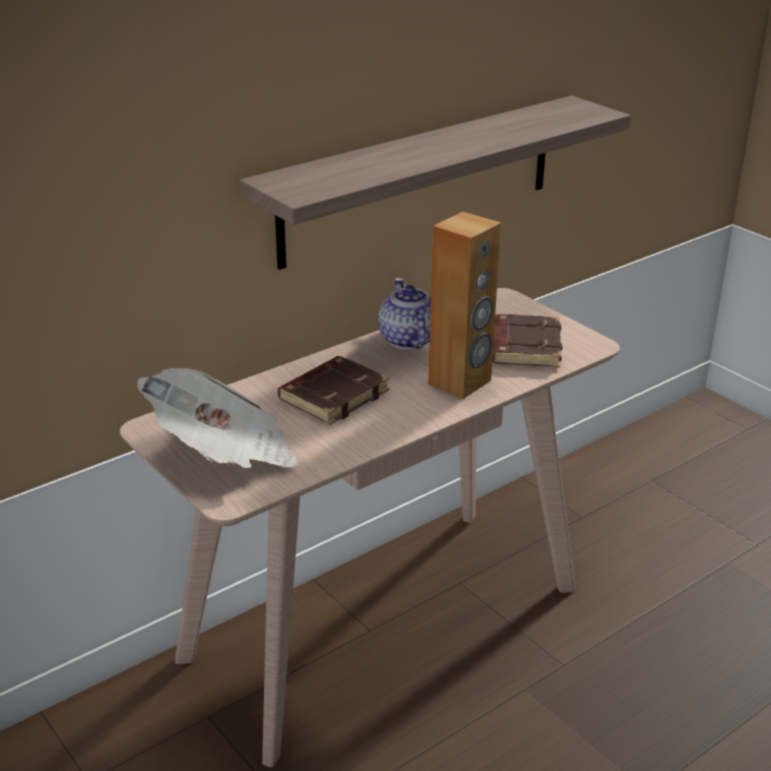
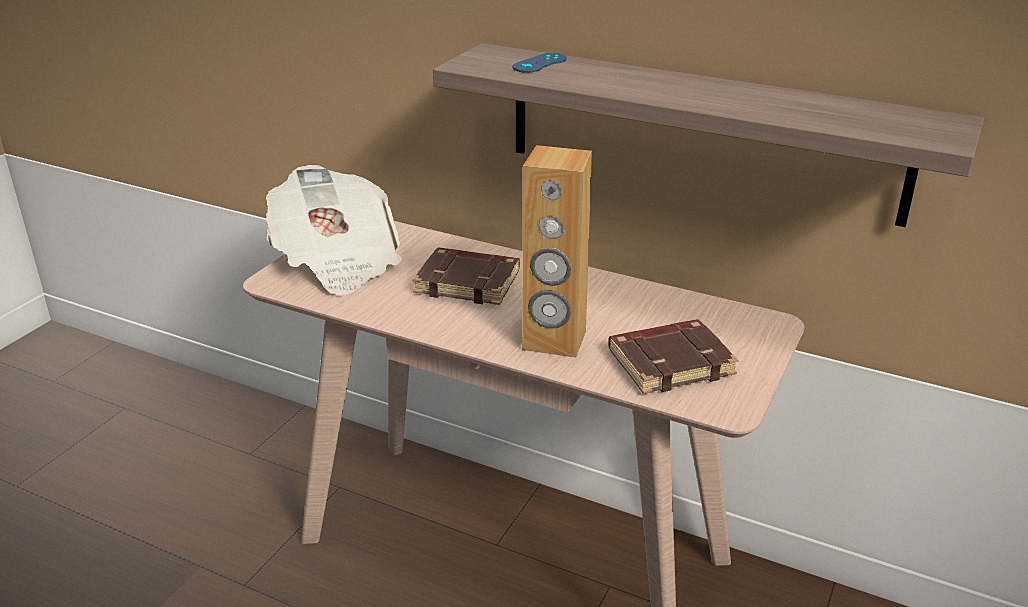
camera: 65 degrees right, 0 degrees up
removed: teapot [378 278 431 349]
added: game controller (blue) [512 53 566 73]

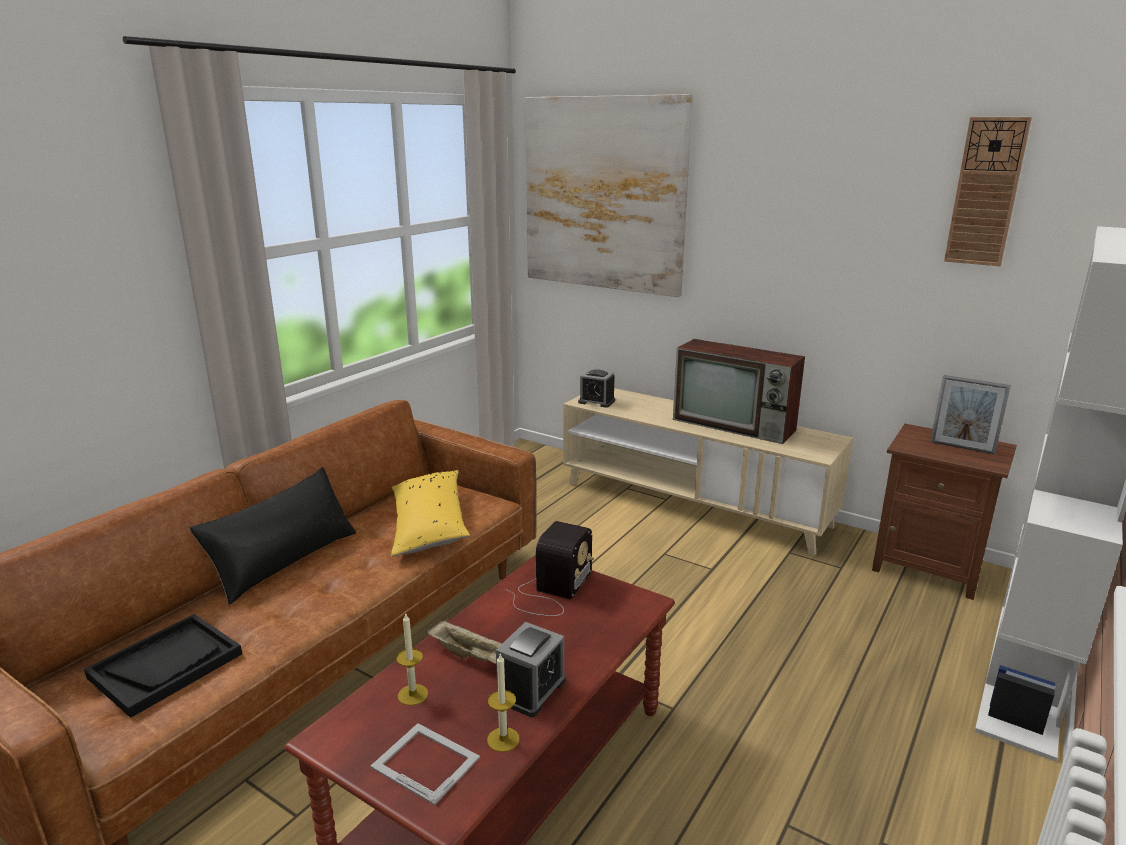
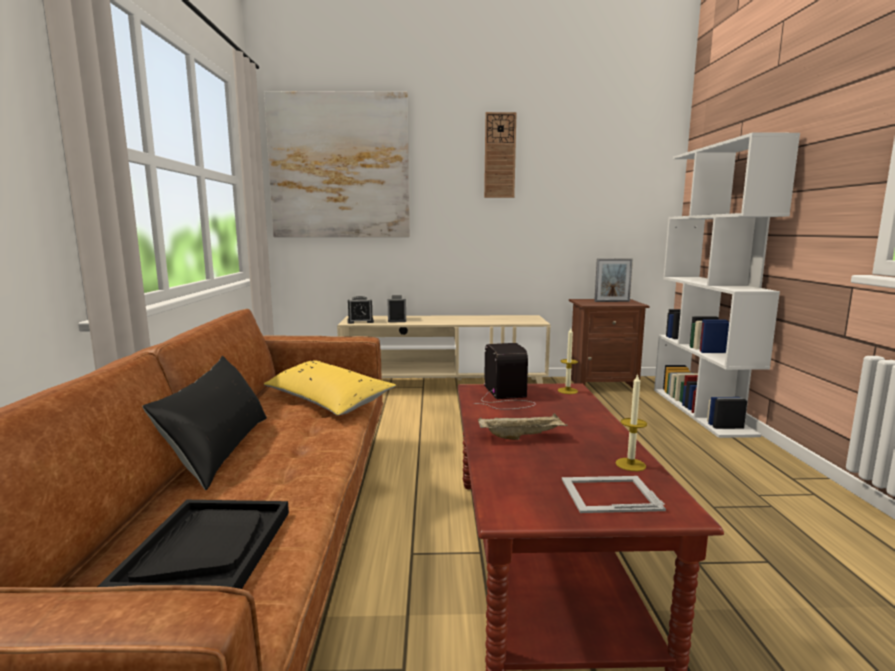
camera: 35 degrees left, 10 degrees down
removed: television [673 339 805 444]
moved: wall clock [944 117 1032 266] to [484 112 517 198]; candle [396 614 428 706] to [558 328 578 394]; alarm clock [496 622 566 717] to [387 295 406 322]

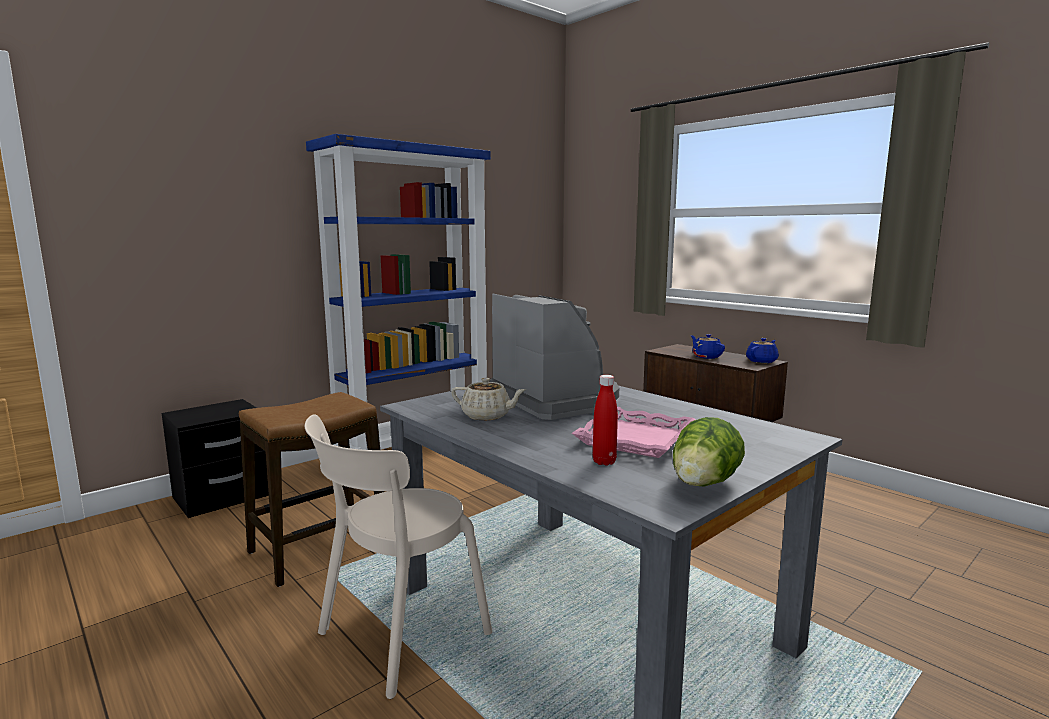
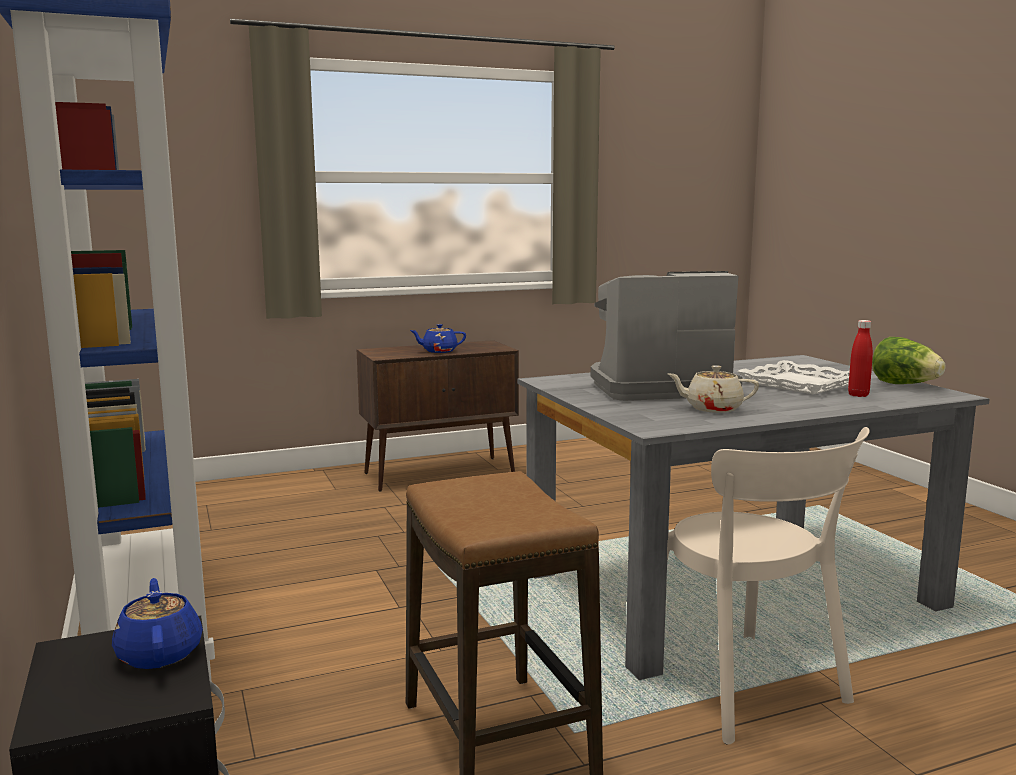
camera: 70 degrees left, 0 degrees up
moved: teapot (blue) [746 338 779 363] to [112 578 203 669]
recoloured: tray (pink) [572 407 696 458] to tray (white) [737 360 850 395]
turned: teapot (beige) [451 378 526 420] = [668 365 759 413] 120 degrees counterclockwise

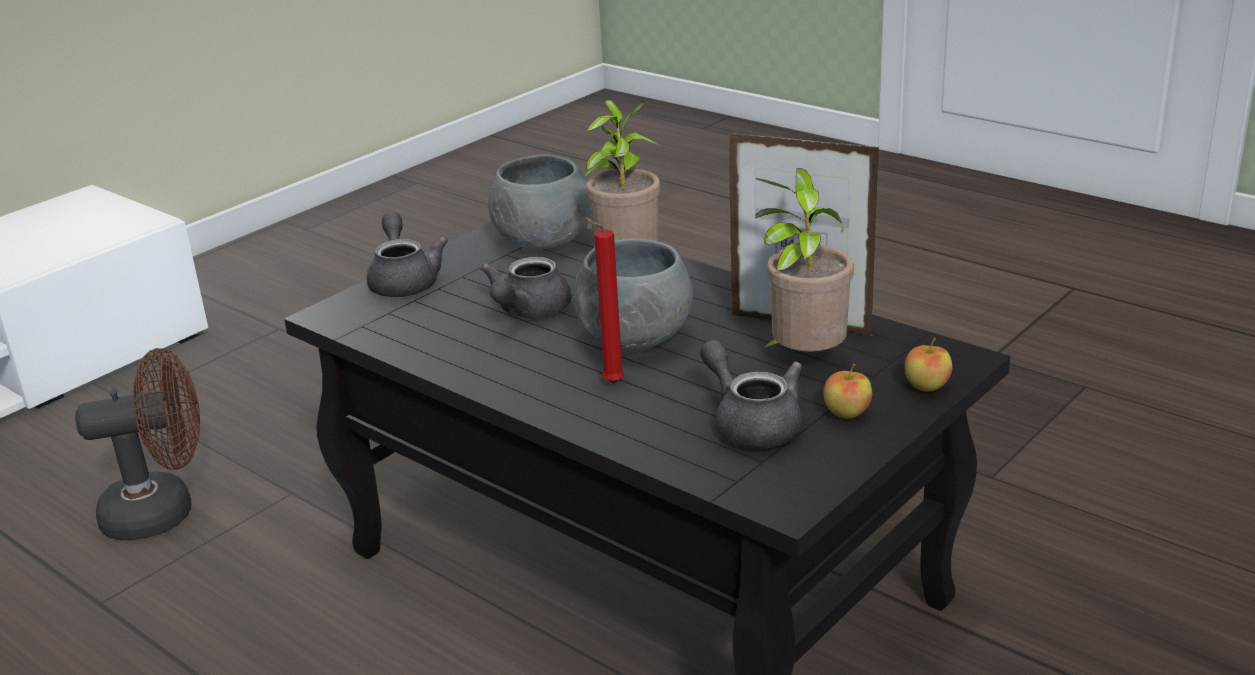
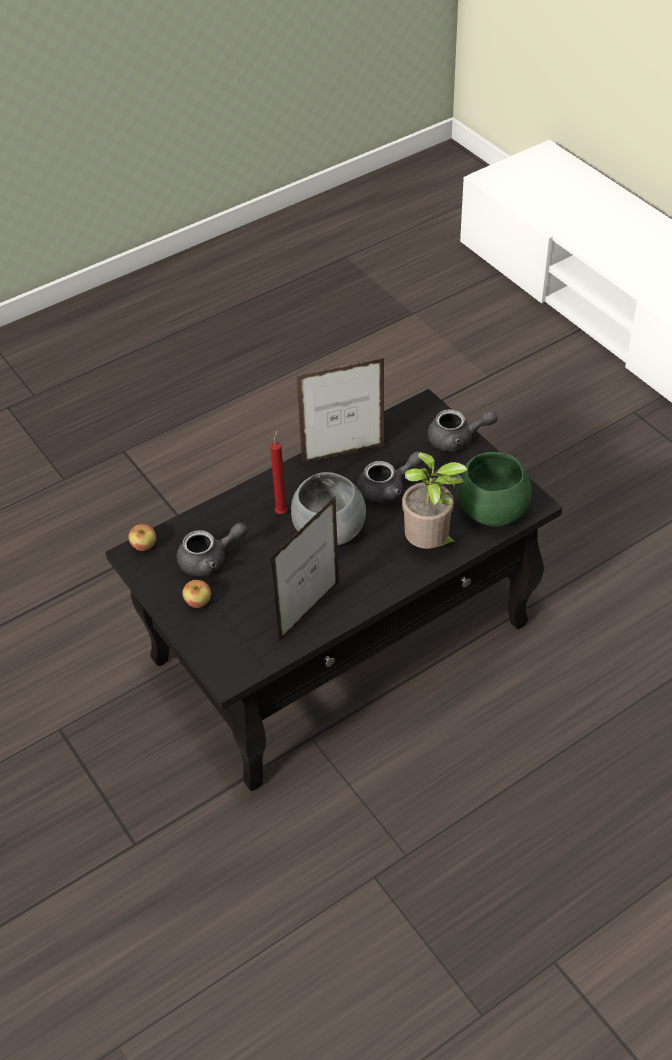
camera: 105 degrees right, 20 degrees up
removed: potted plant [755 168 854 352]; fan (brown) [75 348 200 541]
added: picture frame [296 357 385 463]
moved: apple [904 338 952 391] to [129 524 156 551]
recoloured: bowl (grey) [488 154 591 249] to bowl (green) [457 452 532 527]
turned: teapot (grey) [480 257 571 318] = [357 451 423 504] 120 degrees clockwise

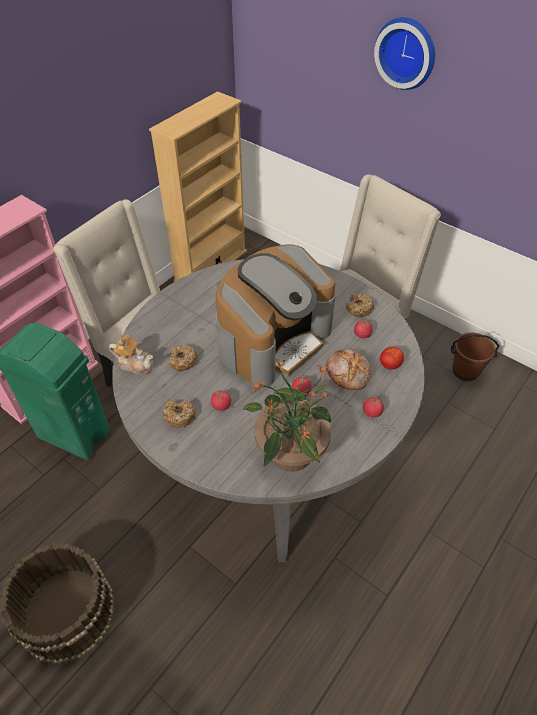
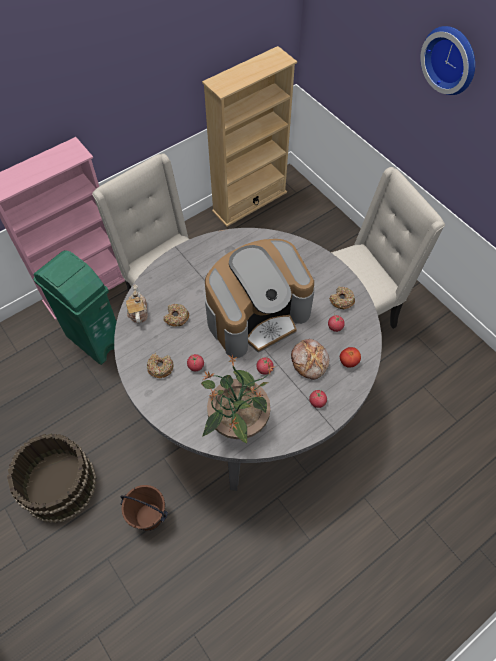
camera: 15 degrees right, 10 degrees up
moved: bucket (brown) [451 332 499 381] to [120 485 168 531]
turned: teapot [109 335 153 375] = [126 284 148 324] 135 degrees counterclockwise

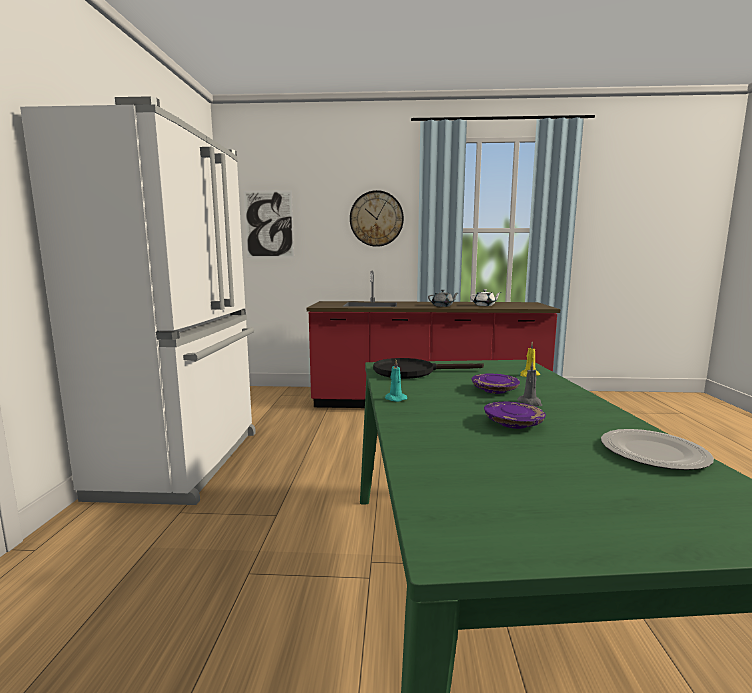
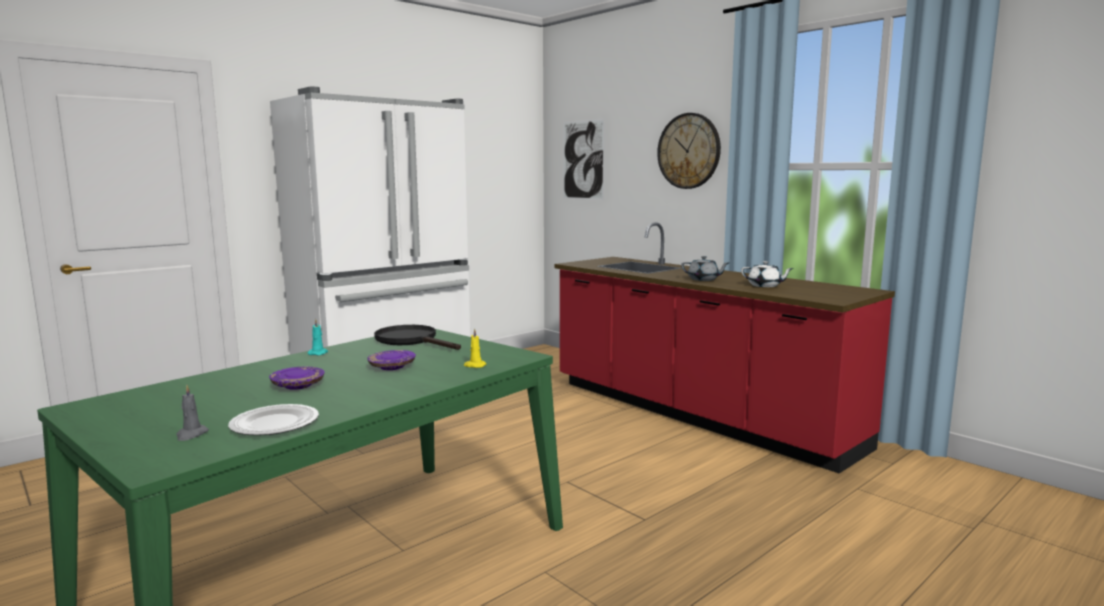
camera: 45 degrees right, 0 degrees up
moved: candle (grey) [517 361 542 406] to [176 385 209 441]

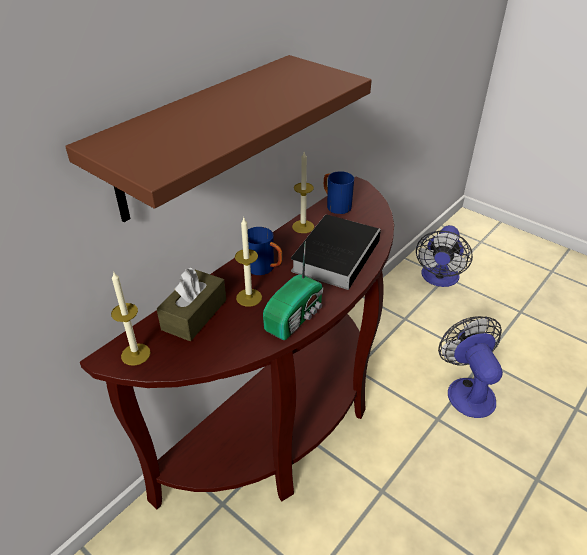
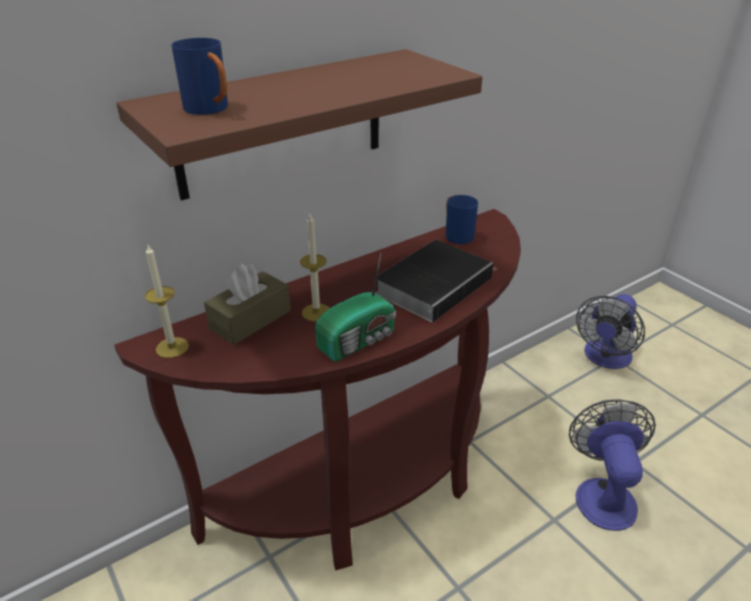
camera: 15 degrees right, 5 degrees down
removed: candle [292 152 314 233]
moved: mug (blue) [248 227 283 275] to [171 38 228 115]

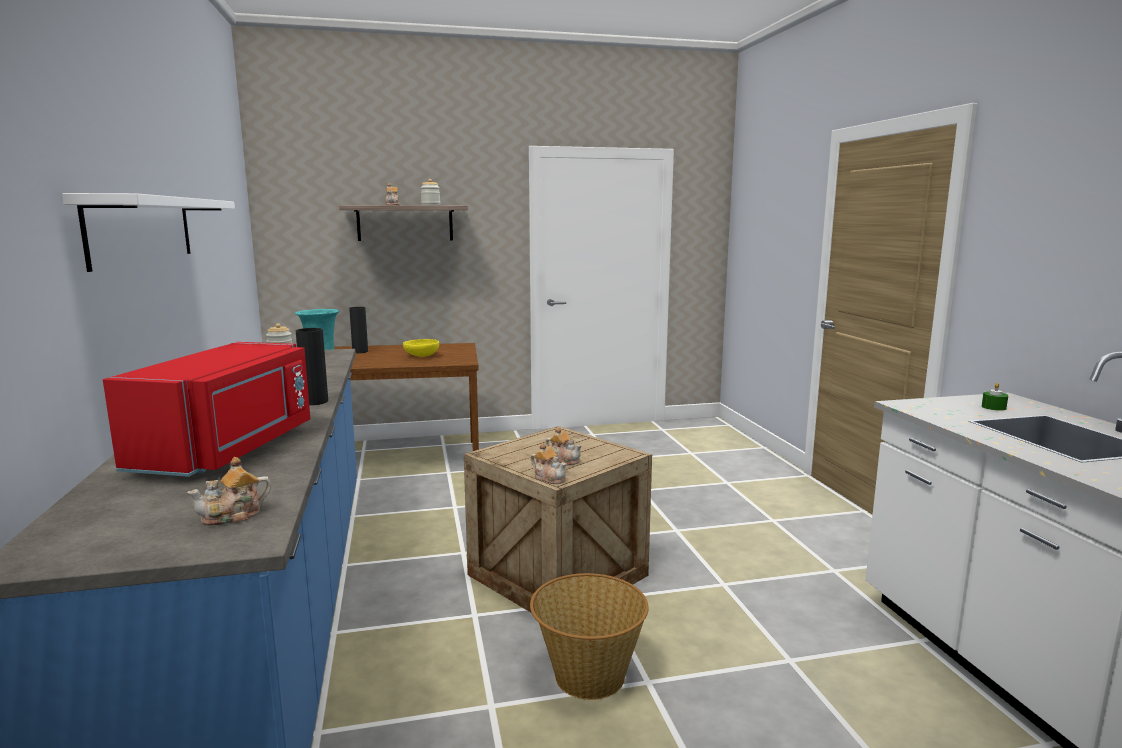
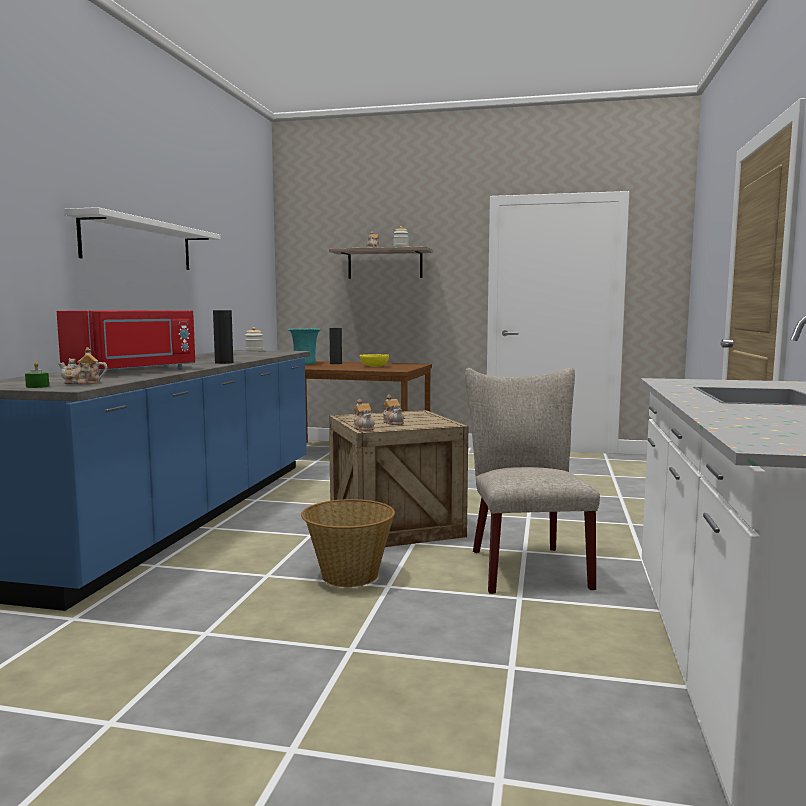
camera: 25 degrees right, 5 degrees down
added: chair (beige) [465 368 600 594]
moved: candle (green) [982 383 1008 411] to [25 362 49 388]

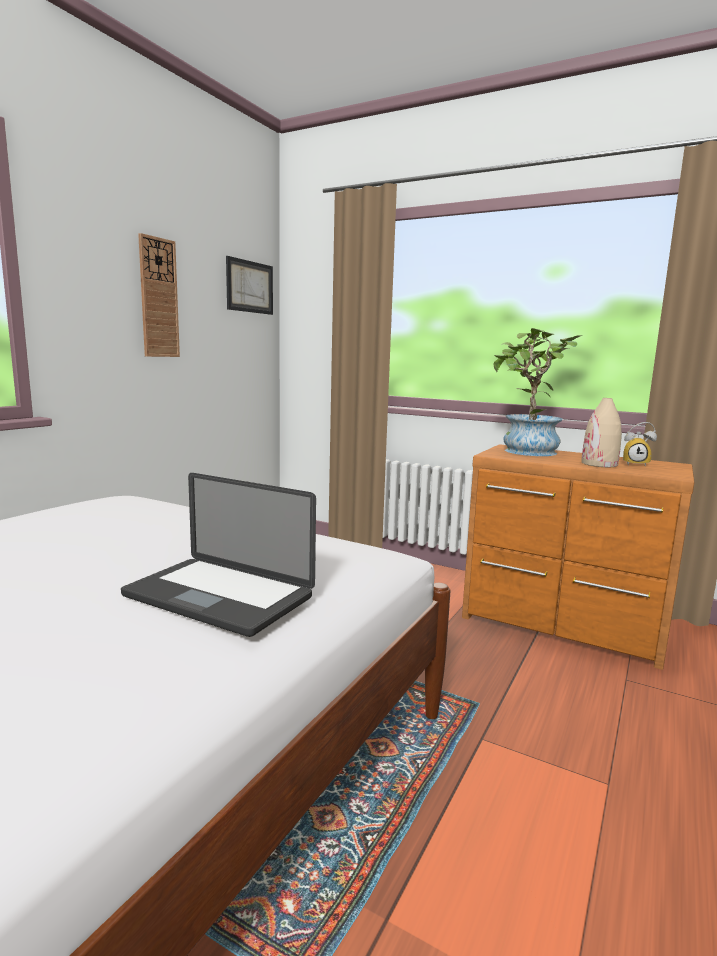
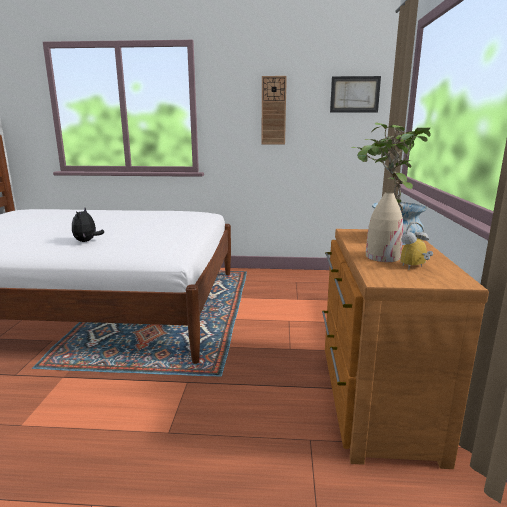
camera: 65 degrees right, 5 degrees up
replaced: laptop [121 473 316 637] to plush toy [72 208 104 242]
turned: alarm clock [623 422 657 467] = [400 222 433 269] 75 degrees clockwise

